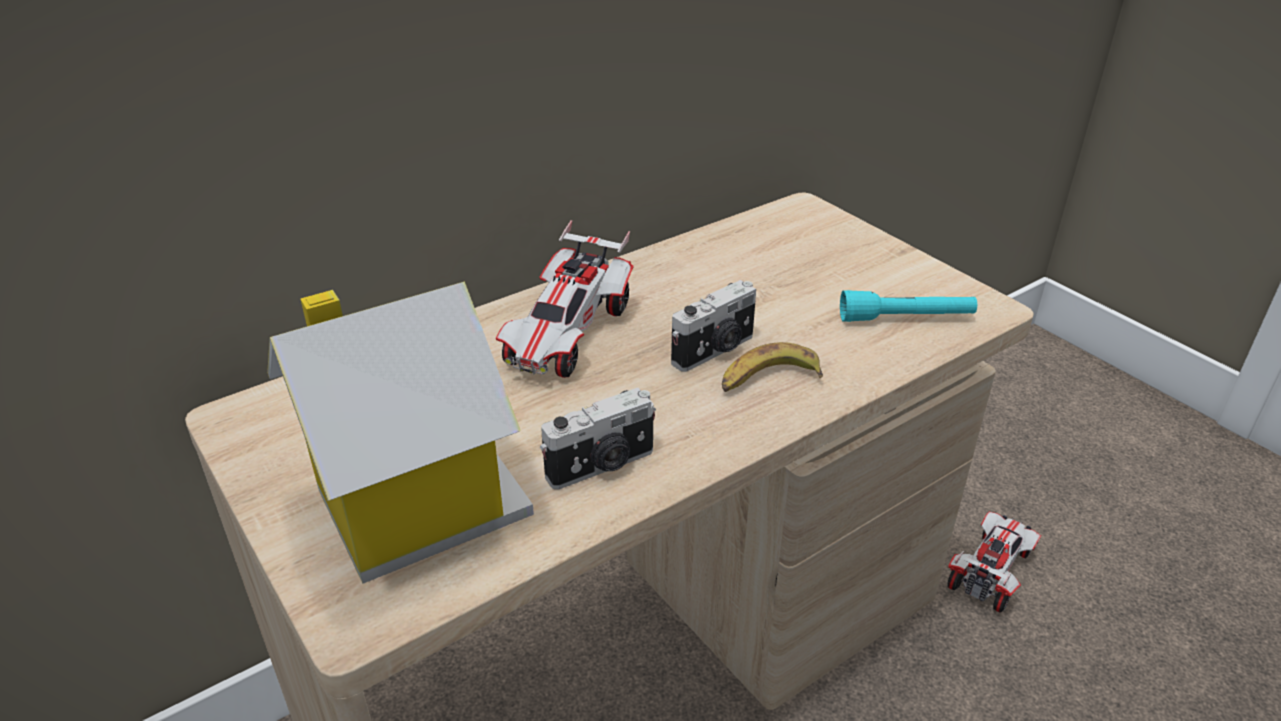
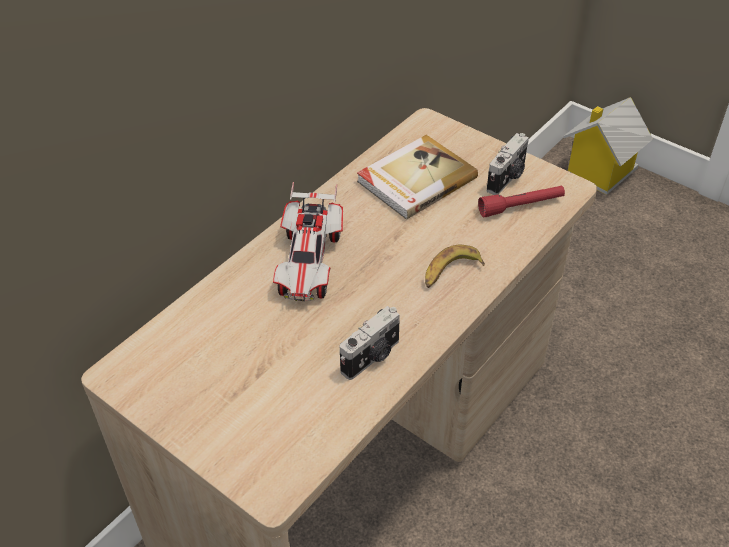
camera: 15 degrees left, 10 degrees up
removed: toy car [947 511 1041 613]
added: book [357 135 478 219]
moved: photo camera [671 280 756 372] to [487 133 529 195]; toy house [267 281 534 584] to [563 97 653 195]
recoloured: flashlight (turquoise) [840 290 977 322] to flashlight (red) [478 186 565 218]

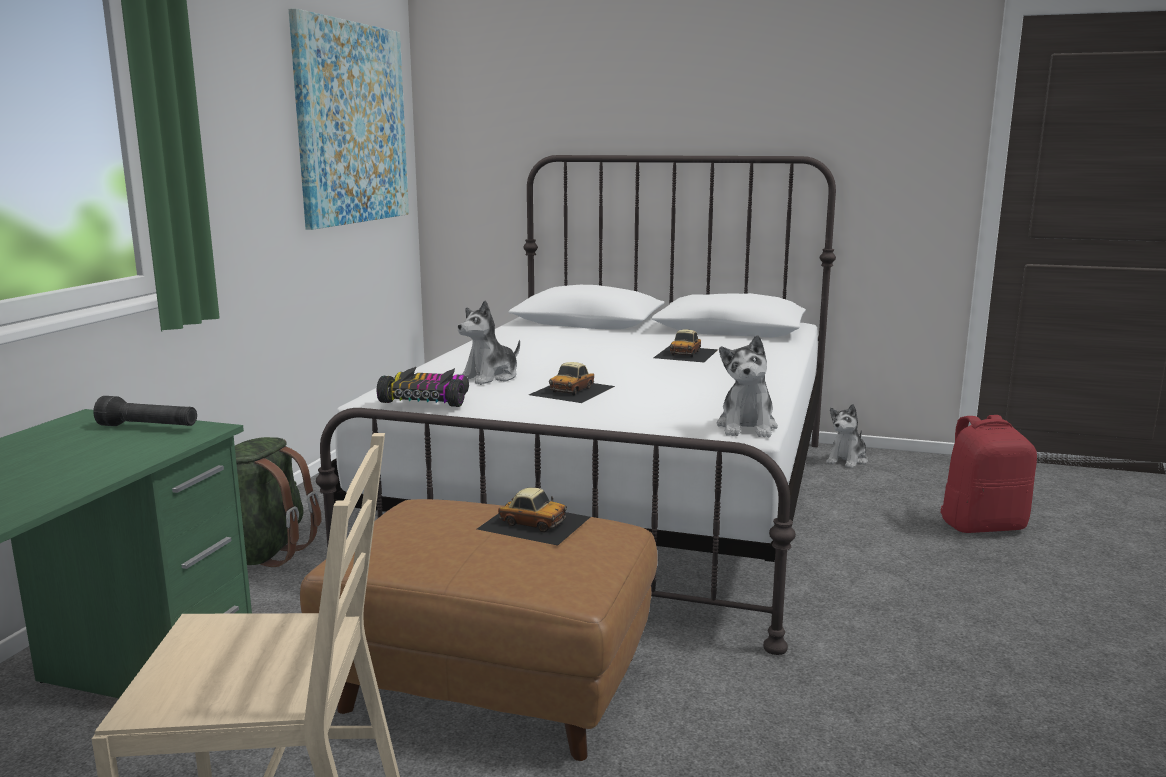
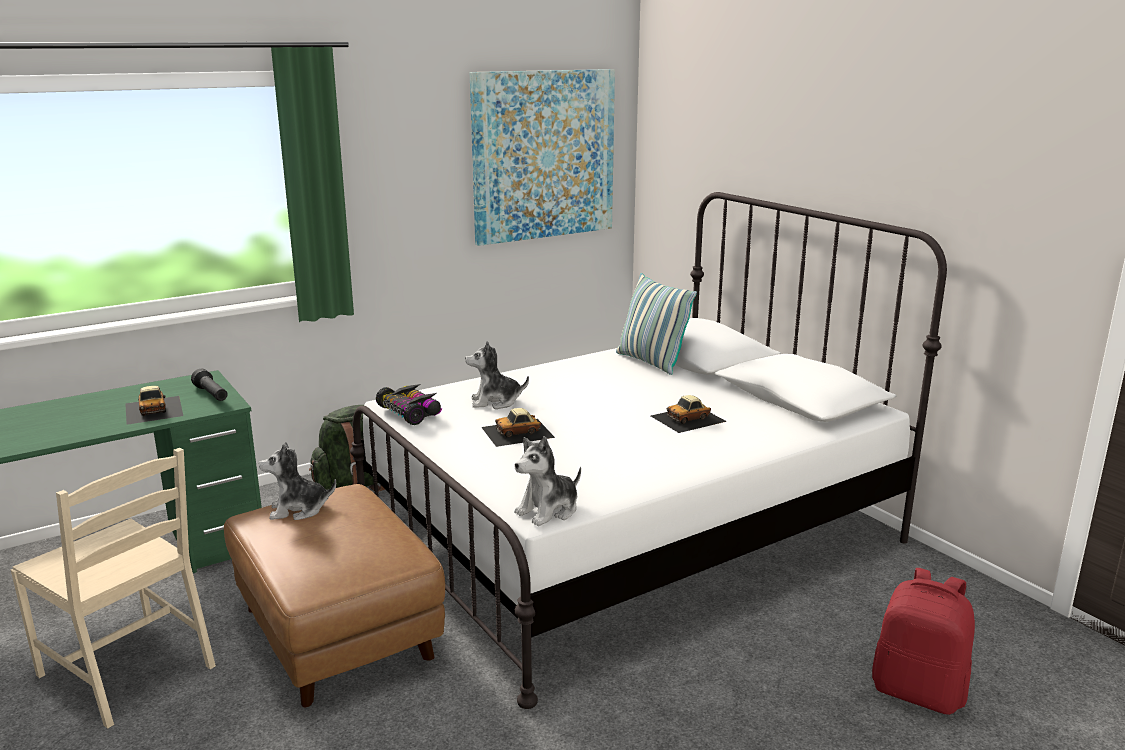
camera: 40 degrees right, 5 degrees up
added: pillow [616 273 697 375]
moved: plush toy [826 404 868 468] to [259 442 336 520]; toy car [477 487 590 546] to [125 386 183 425]

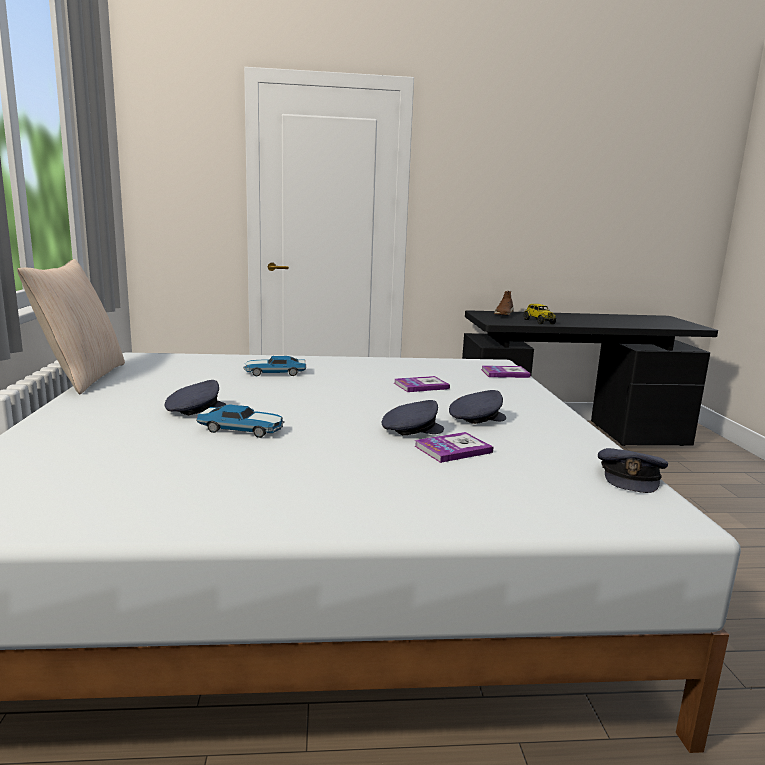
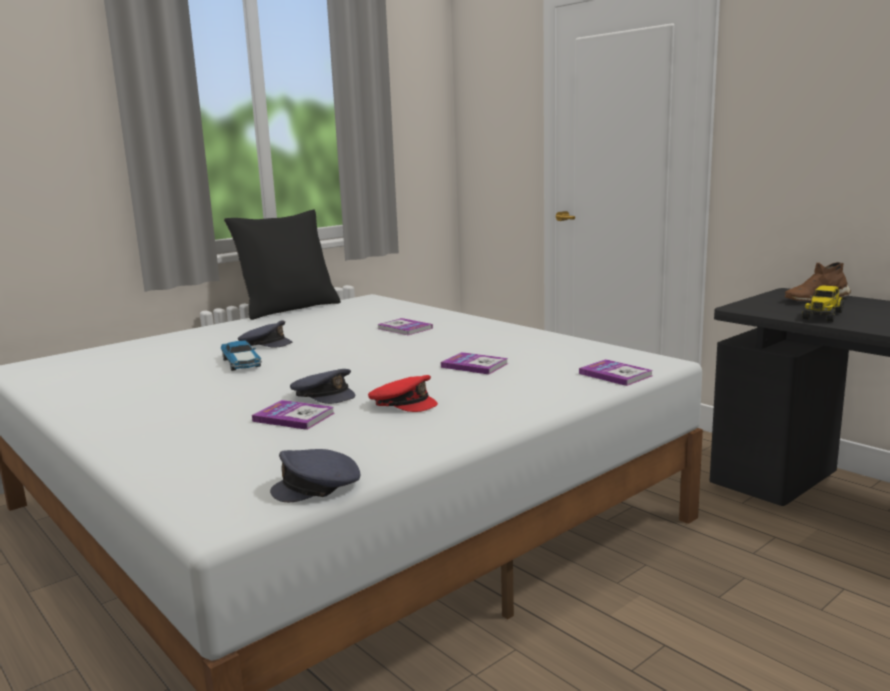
camera: 55 degrees right, 0 degrees up
replaced: toy car [243 356 306 376] to book [377 318 433 335]
recoloured: pillow (beige) [17 259 125 394] to pillow (black) [224 210 341 320]; cap (grey) [449 390 506 424] to cap (red) [368 375 438 412]

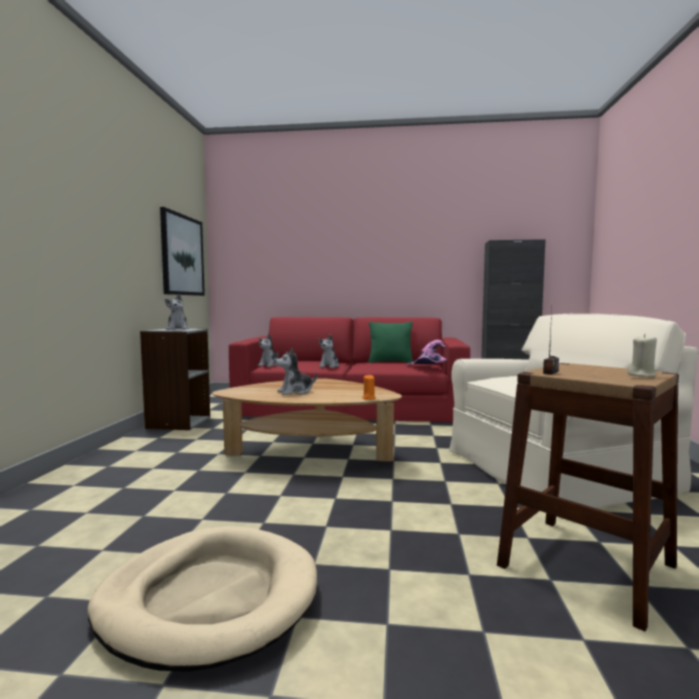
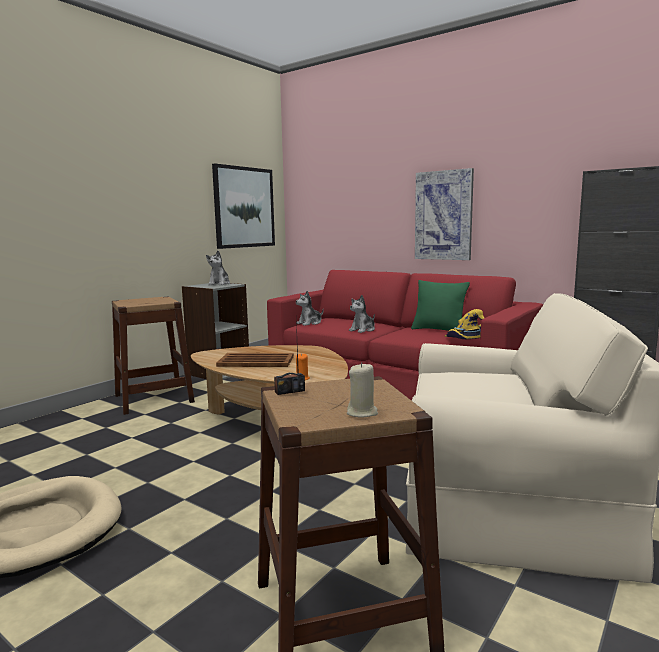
camera: 30 degrees right, 5 degrees up
added: picture [415 168 474 260]; stool (brown) [112 297 195 415]
replaced: plush toy [275 347 318 395] to tray (brown) [216 353 294 367]
recoloured: hat (pink) [406 340 447 365] to hat (yellow) [445 309 484 339]

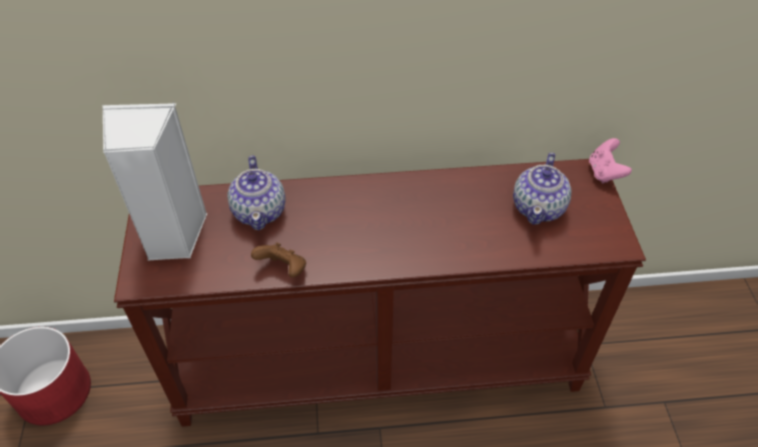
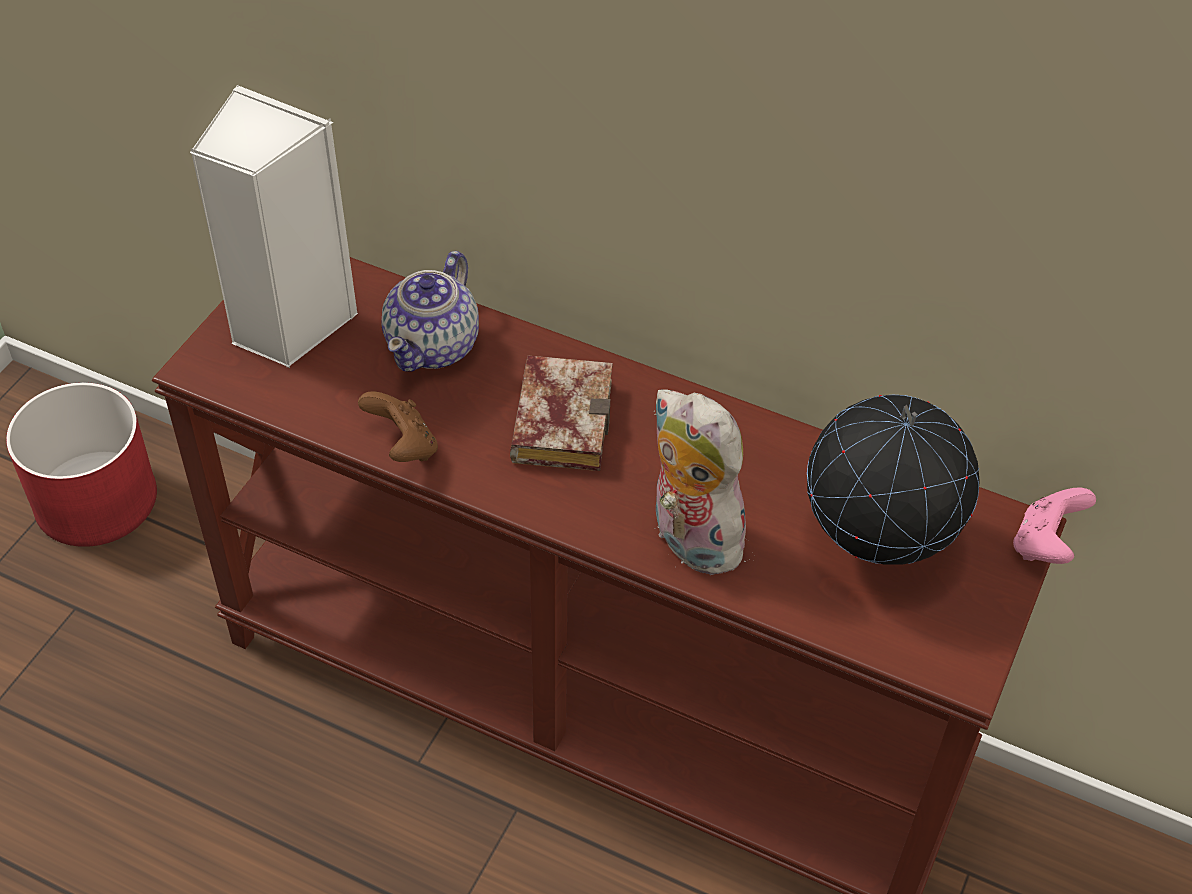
camera: 30 degrees right, 0 degrees up
added: book [510 356 612 471]; plush toy [654 389 754 575]
replaced: teapot [513 152 571 225] to globe [807 395 980 565]

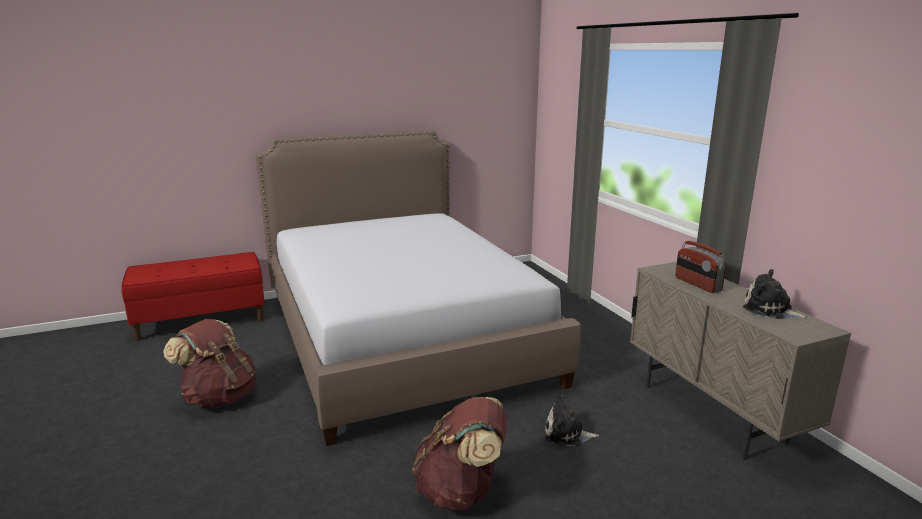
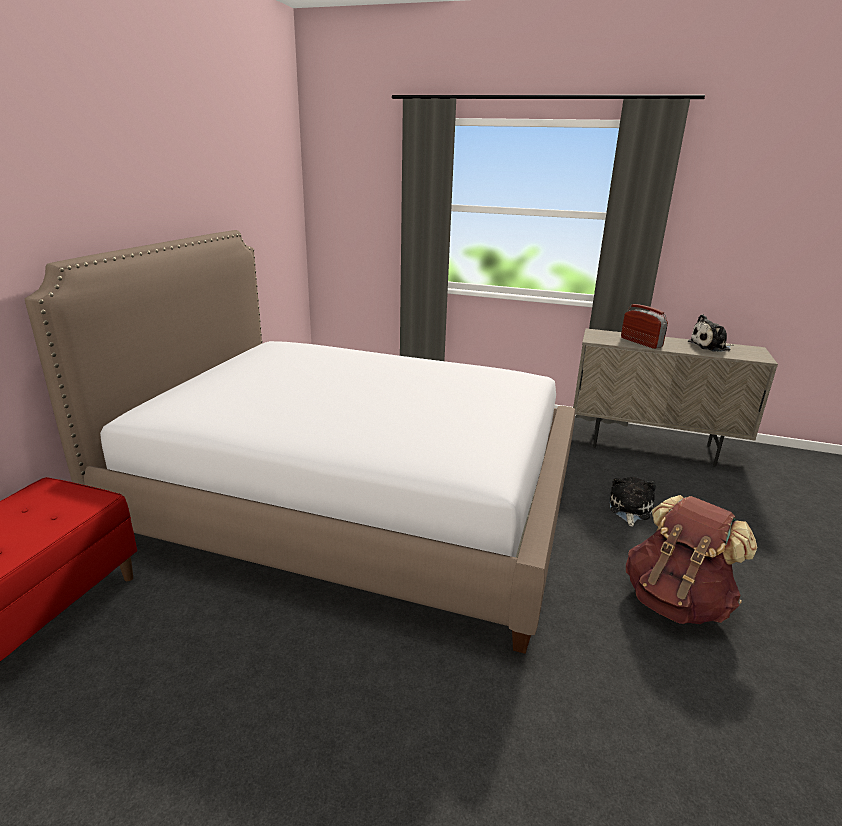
camera: 50 degrees left, 5 degrees up
removed: backpack (brown) [163 319 256 407]
turned: radio [675 241 726 293] = [621 304 668 349] 135 degrees counterclockwise; plush toy [545 395 599 446] = [609 477 656 527] 150 degrees clockwise

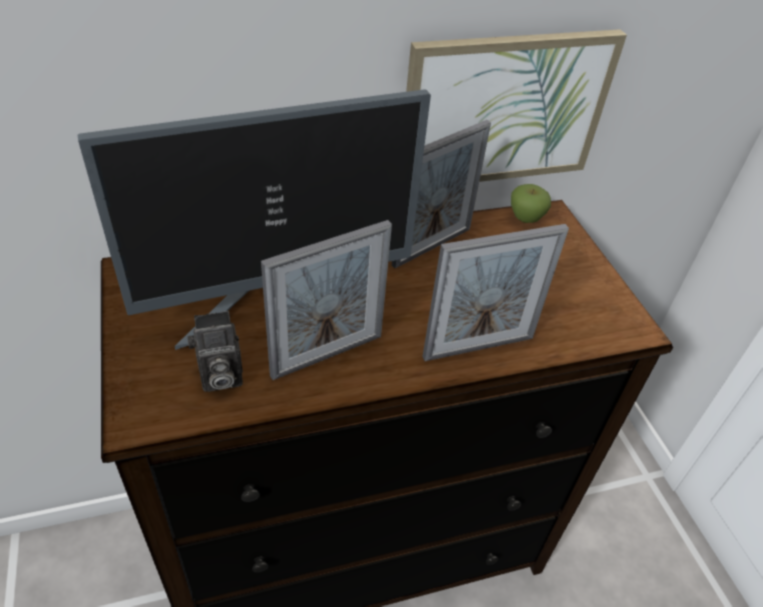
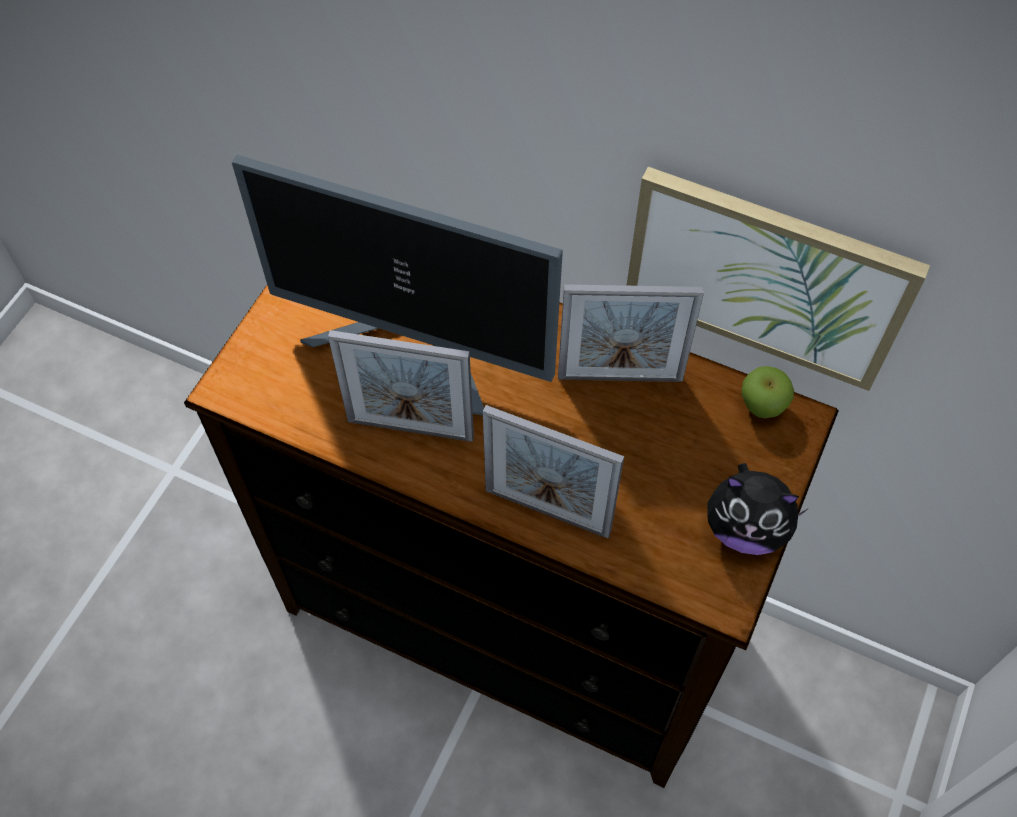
camera: 45 degrees right, 15 degrees up
removed: photo camera [188 311 243 392]
added: plush toy [708 463 807 555]

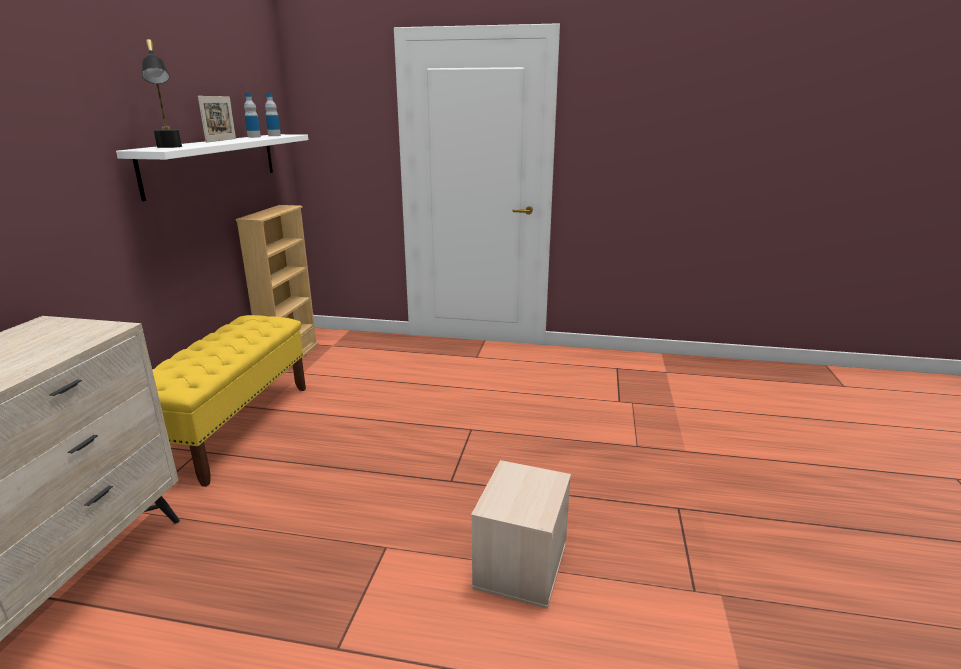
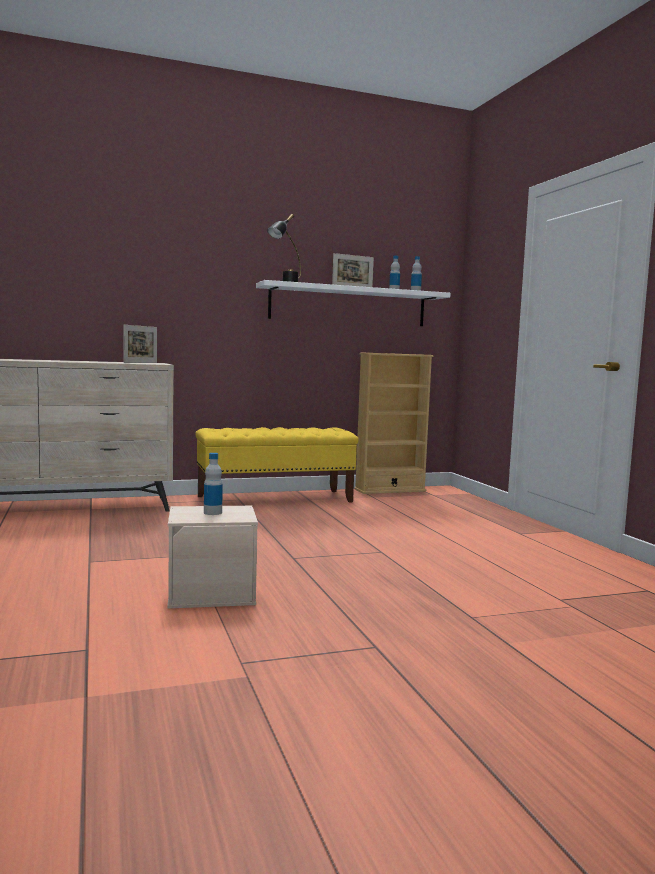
camera: 60 degrees right, 15 degrees down
added: picture frame [123 325 157 363]; bottle [204 453 223 515]

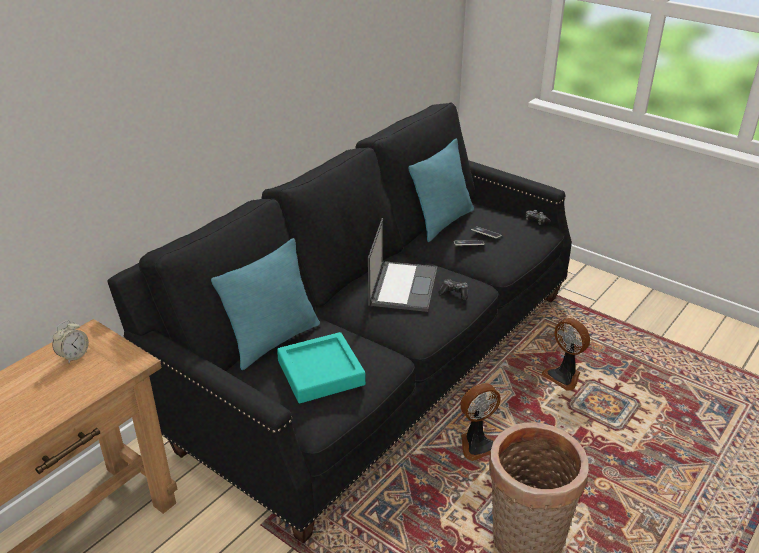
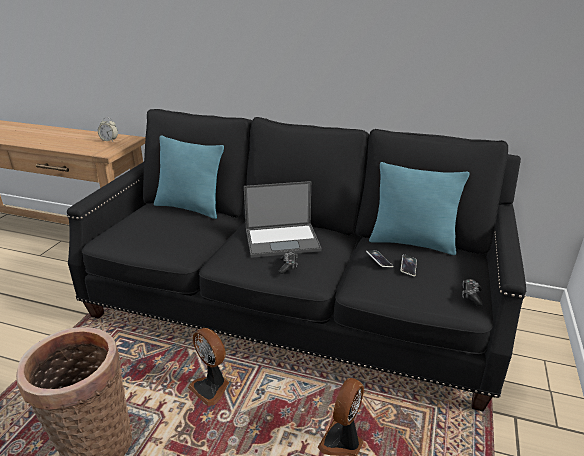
camera: 70 degrees right, 5 degrees down
removed: tray (turquoise) [277 332 366 404]

